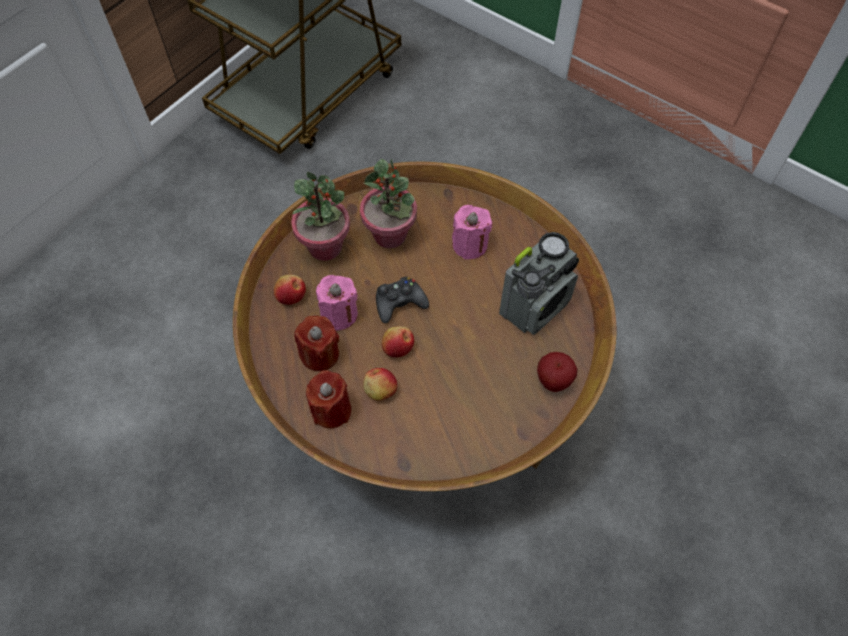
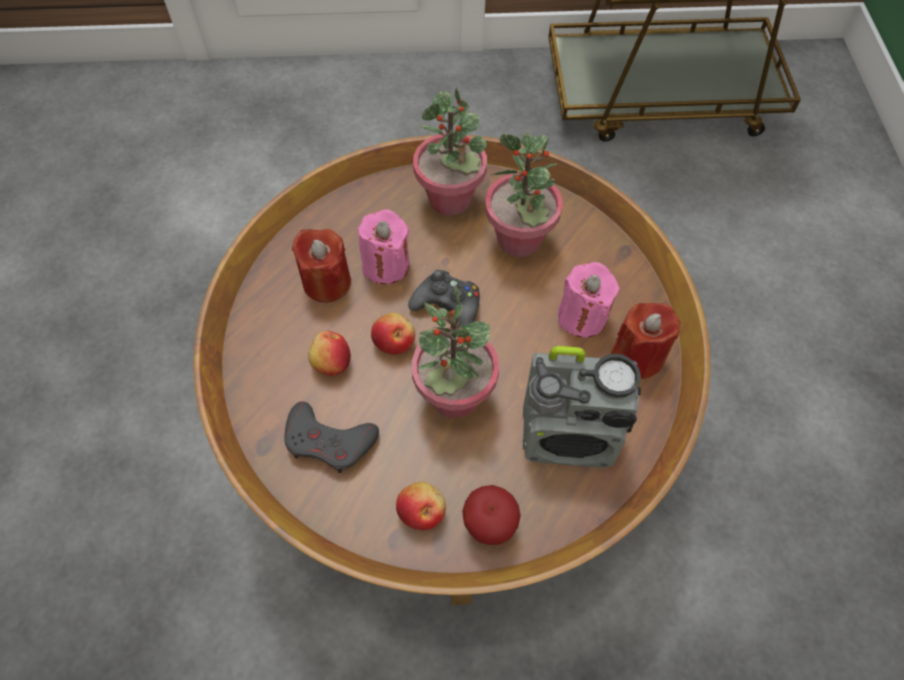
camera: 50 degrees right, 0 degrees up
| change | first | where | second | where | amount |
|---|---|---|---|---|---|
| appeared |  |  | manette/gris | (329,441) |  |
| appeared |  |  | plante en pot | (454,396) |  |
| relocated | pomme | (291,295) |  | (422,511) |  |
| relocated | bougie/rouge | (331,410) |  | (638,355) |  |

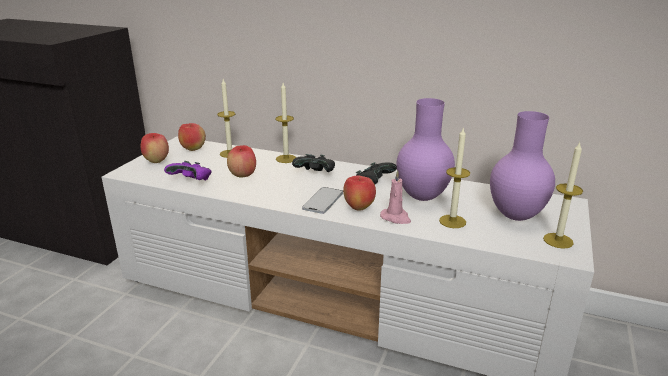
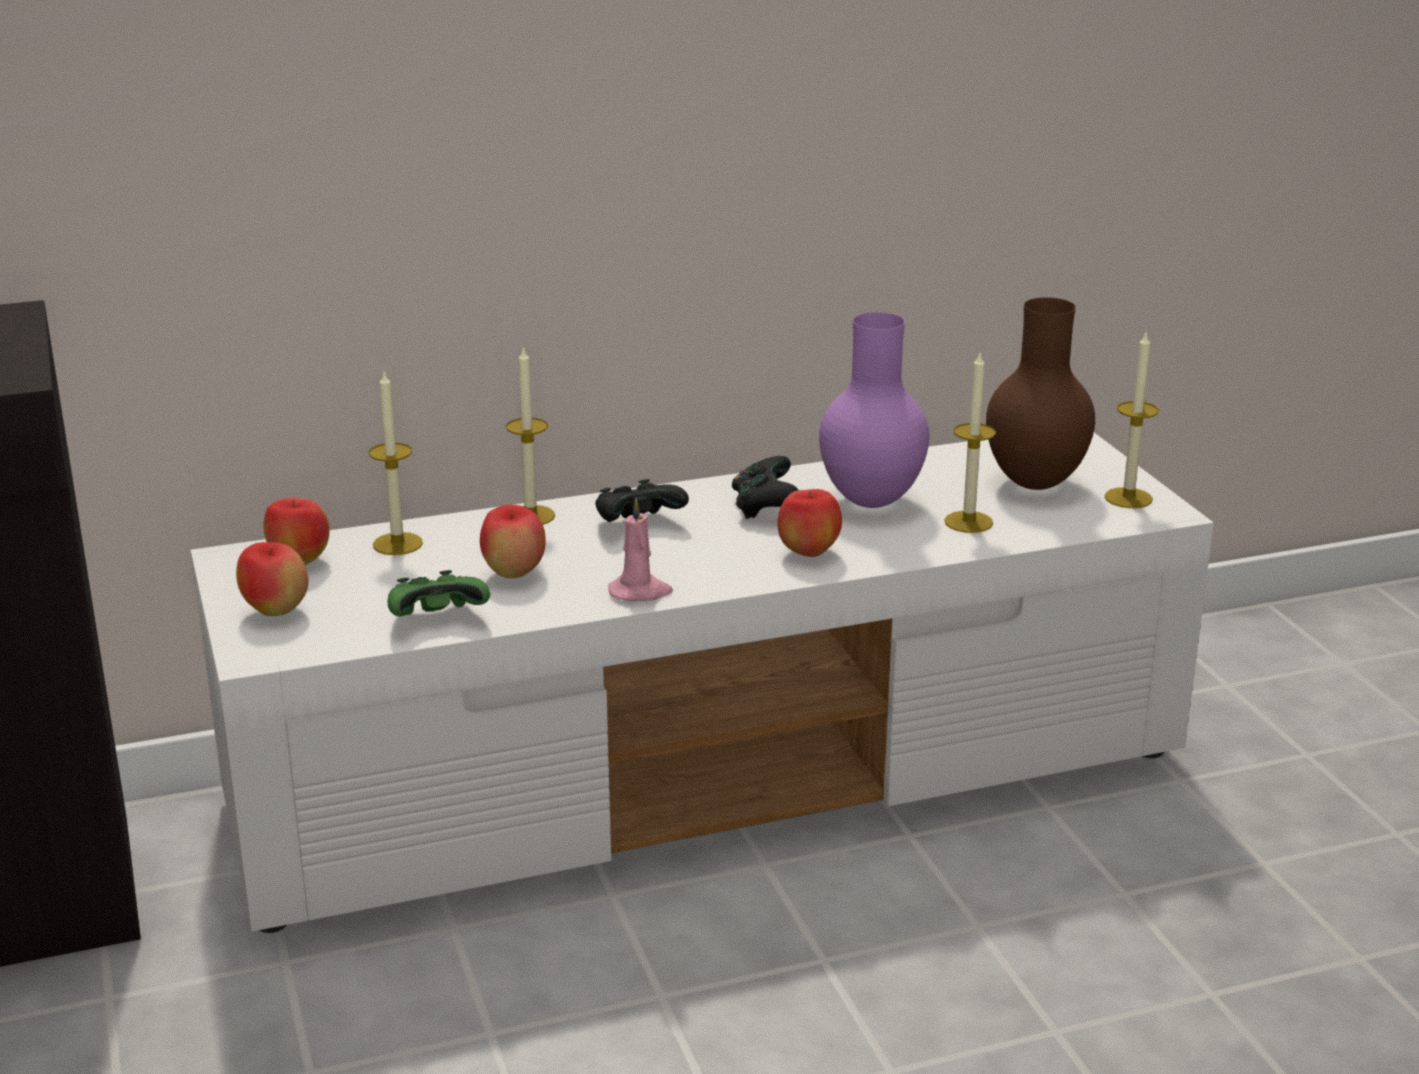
camera: 40 degrees left, 0 degrees up
| change | first | where | second | where | amount |
|---|---|---|---|---|---|
| missing | téléphone | (323,201) |  |  |  |
| relocated | bougie/rose | (396,218) |  | (640,592) |  |
| colour | manette/violet | (192,181) | manette/vert | (437,618) |  |
| colour | vase/violet | (514,215) | vase/marron | (1032,483) |  |

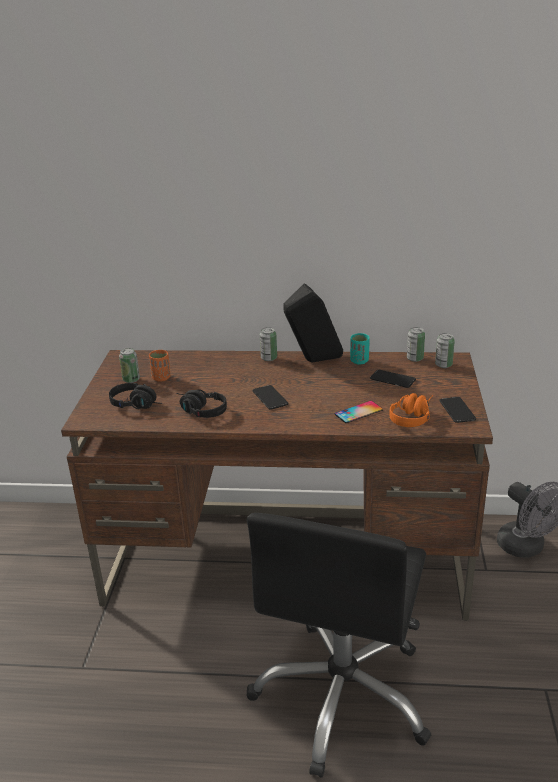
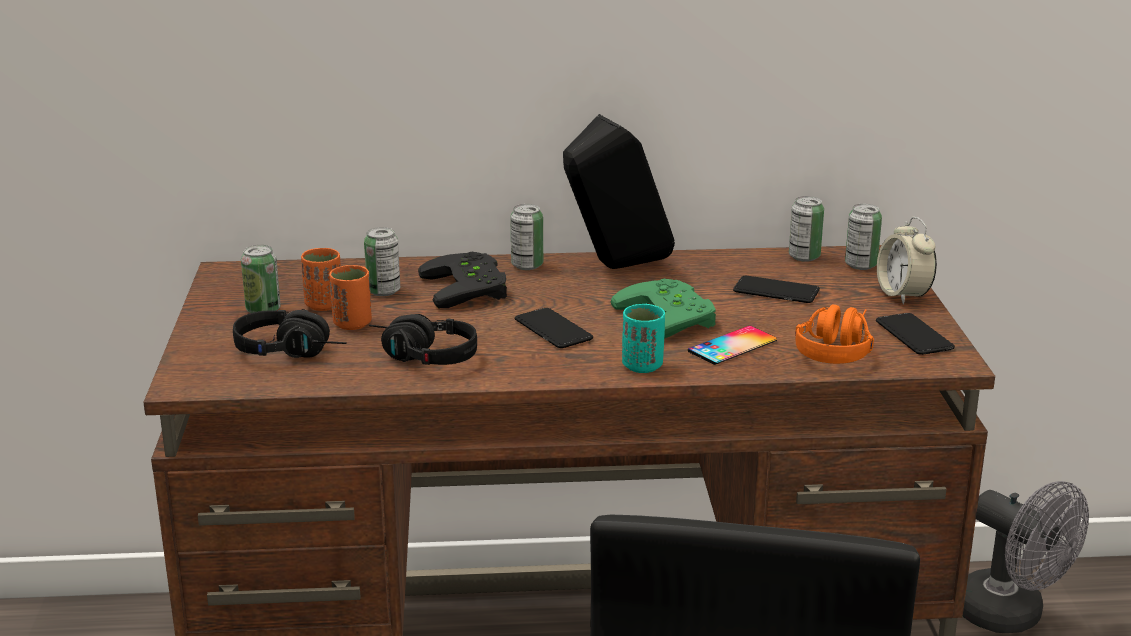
camera: 10 degrees left, 5 degrees down
| change | first | where | second | where | amount |
|---|---|---|---|---|---|
| appeared |  |  | tasse/orange | (352,324) |  |
| appeared |  |  | boîte métallique | (383,291) |  |
| appeared |  |  | manette/noir | (471,288) |  |
| appeared |  |  | manette/vert | (672,317) |  |
| appeared |  |  | réveil | (903,295) |  |
| relocated | tasse/turquoise | (359,361) |  | (642,366) |  |

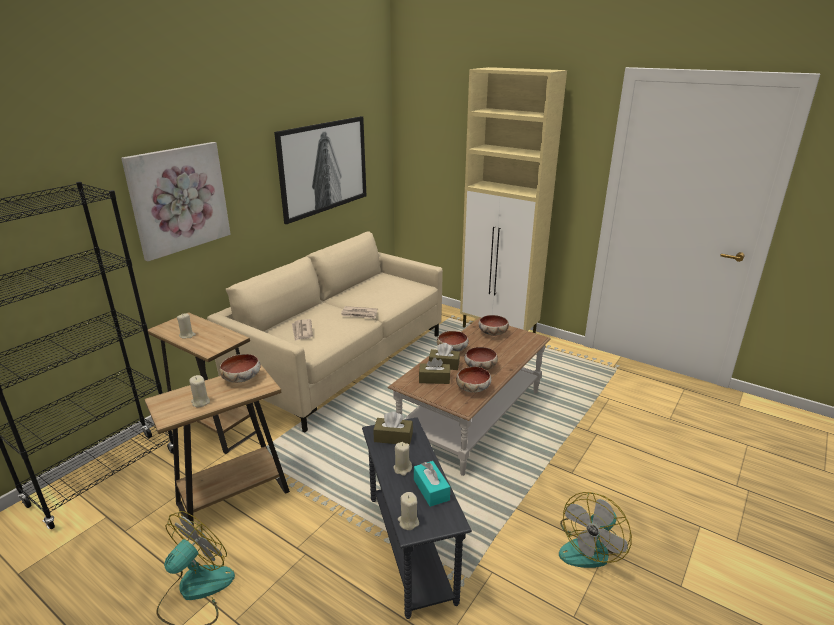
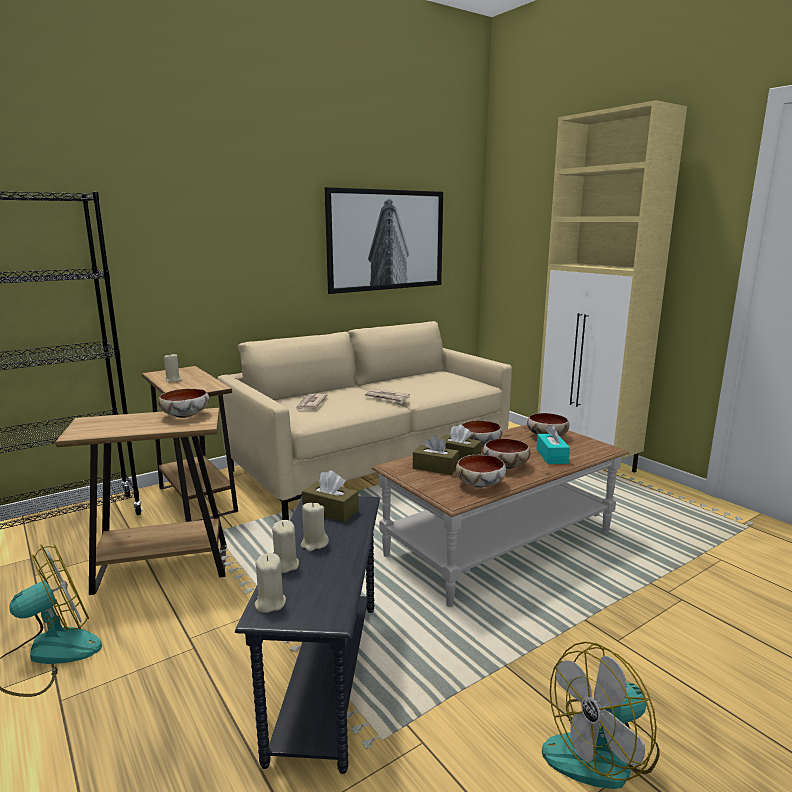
camera: 20 degrees right, 10 degrees down
| change | first | where | second | where | amount |
|---|---|---|---|---|---|
| missing | tableau | (178,199) |  |  |  |
| relocated | bougie/beige | (200,402) |  | (285,565) |  |
| relocated | boîte à mouchoirs/turquoise | (431,489) |  | (551,456) |  |

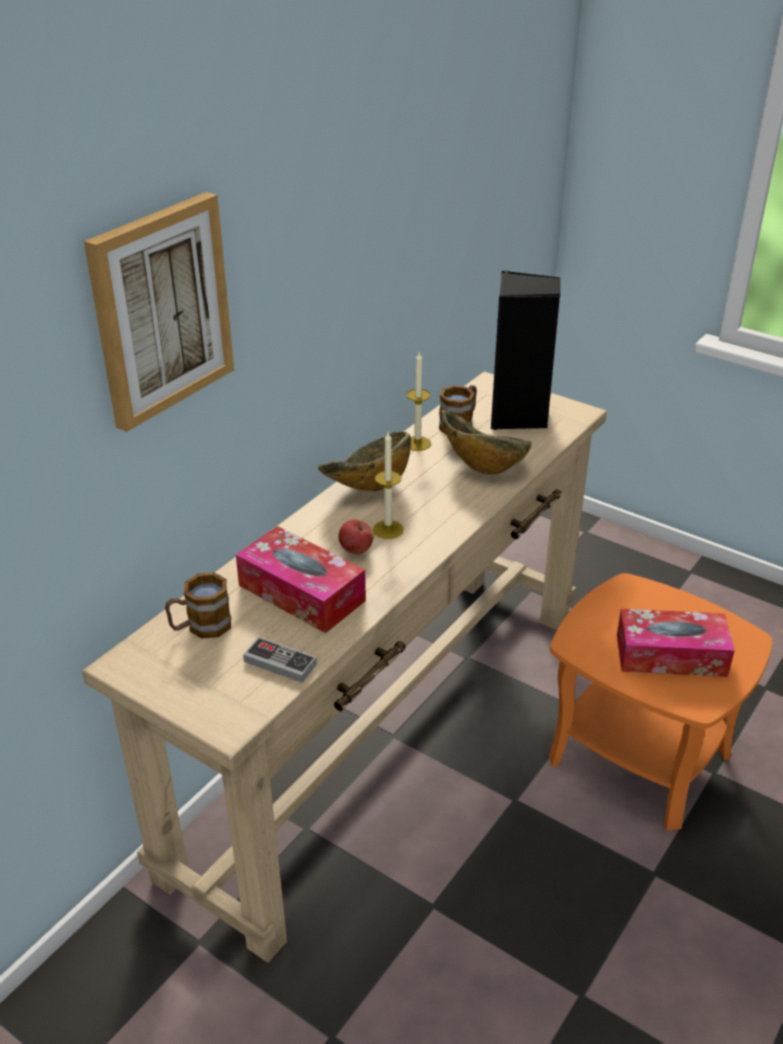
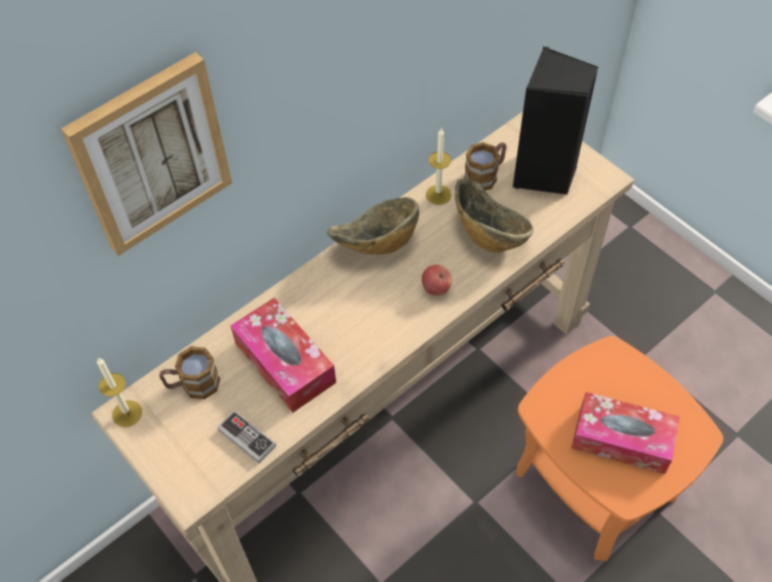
camera: 15 degrees right, 20 degrees up
| change | first | where | second | where | amount |
|---|---|---|---|---|---|
| relocated | pomme | (356,550) |  | (436,288) |  |
| relocated | bougie | (388,529) |  | (127,413) |  |

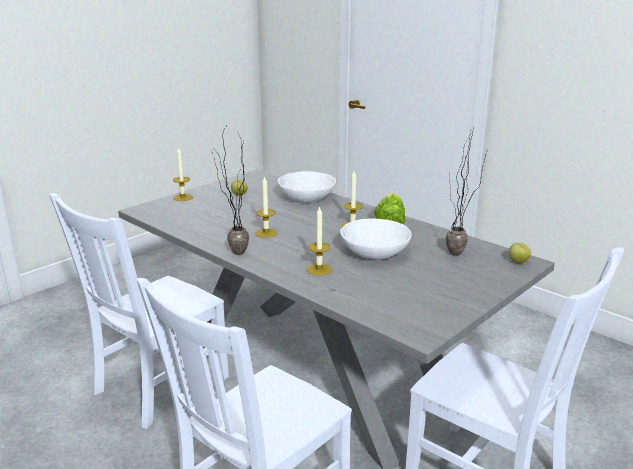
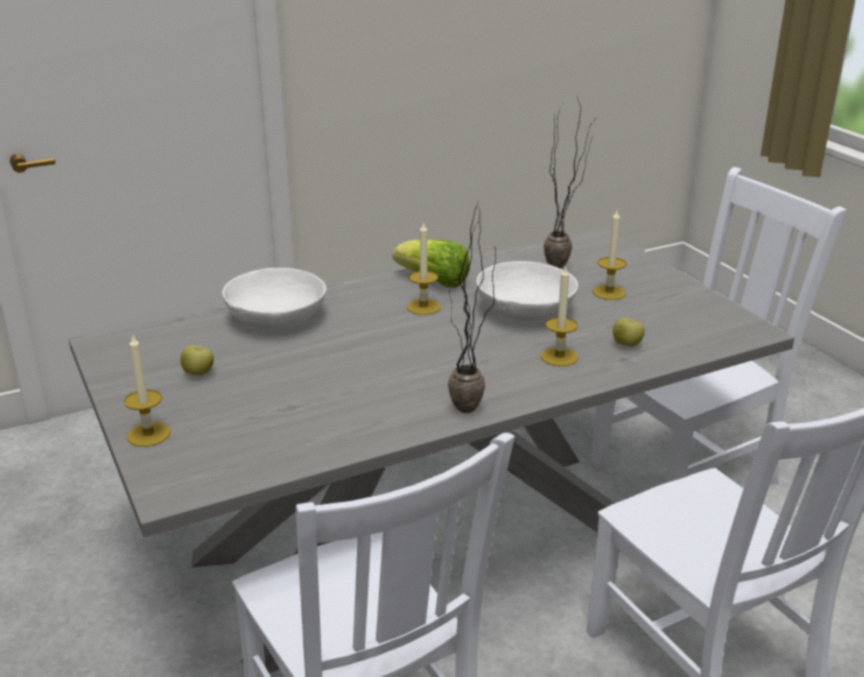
camera: 70 degrees left, 5 degrees up
| change | first | where | second | where | amount |
|---|---|---|---|---|---|
| relocated | bougie | (266,233) |  | (609,292) |  |
| relocated | pomme | (518,262) |  | (627,345) |  |

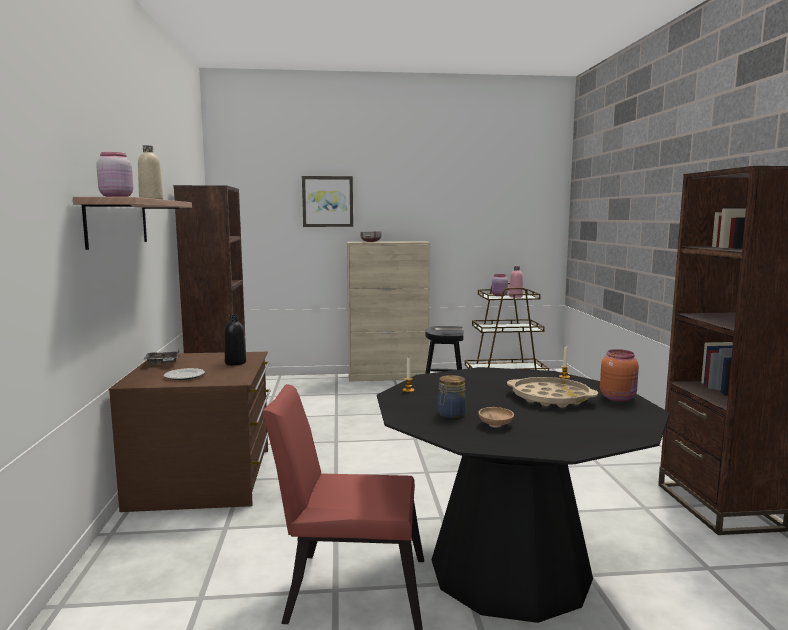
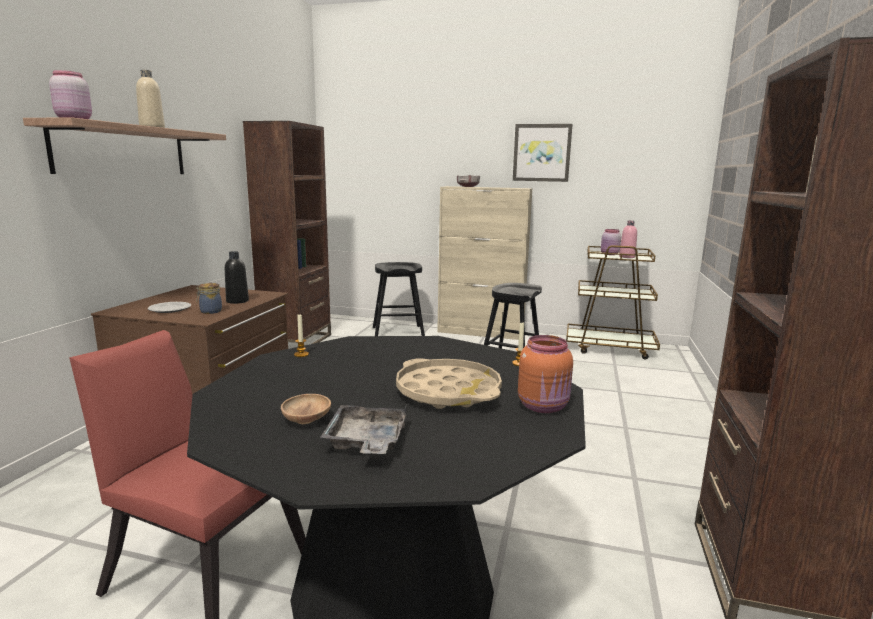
camera: 20 degrees right, 5 degrees up
| change | first | where | second | where | amount |
|---|---|---|---|---|---|
| appeared |  |  | tabouret/noir | (397,332) |  |
| relocated | plateau/gris | (162,363) |  | (366,442) |  |
| relocated | tableau | (327,201) |  | (541,153) |  |
| relocated | bocal | (450,414) |  | (210,311) |  |

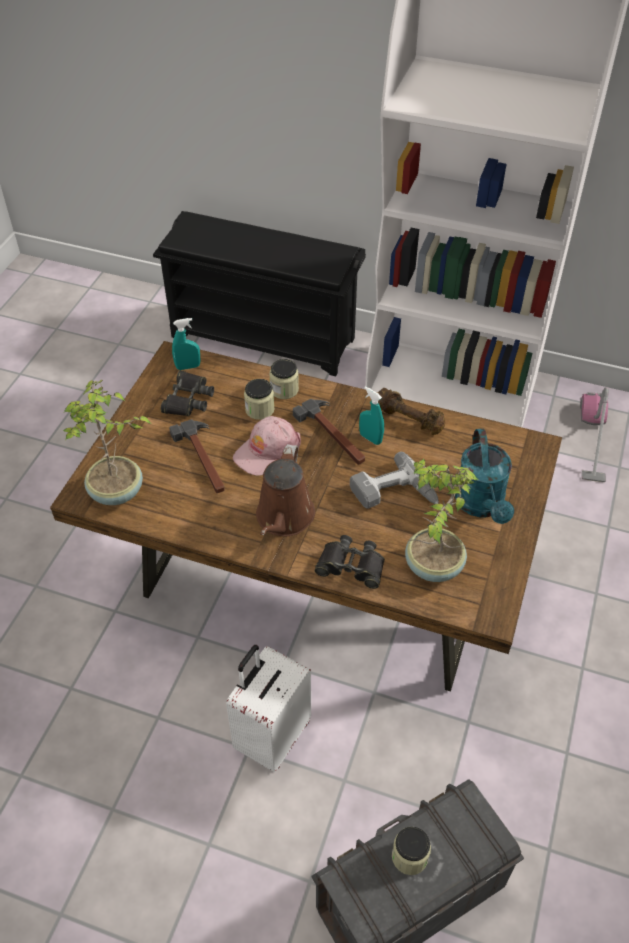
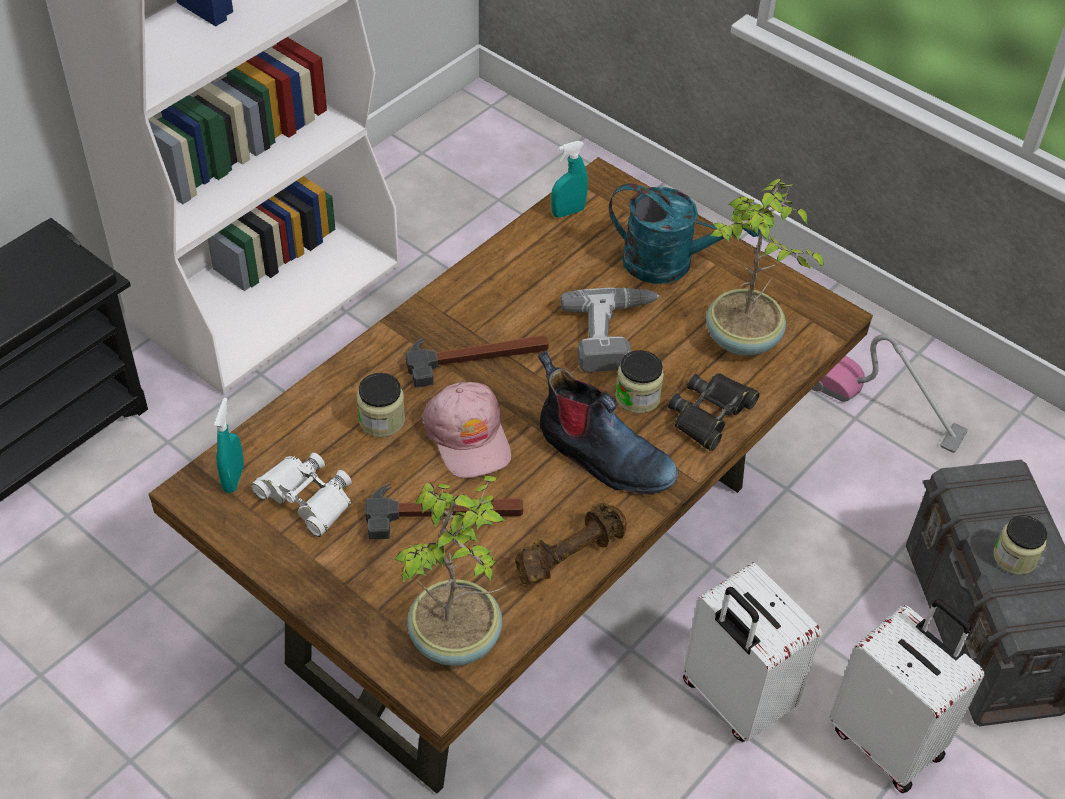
camera: 70 degrees left, 0 degrees up
| change | first | where | second | where | amount |
|---|---|---|---|---|---|
| appeared |  |  | valise/blanc | (888,741) |  |
| relocated | bocal | (284,390) |  | (637,397) |  |
| relocated | vaporisateur/turquoise | (370,438) |  | (568,212) |  |
| relocated | haltère/marron | (409,419) |  | (569,555) |  |
| relocated | aspirateur | (592,440) |  | (883,407) |  |
| exchanged | arrosoir/marron | (284,519) | botte | (602,456) |  |
| colour | jumelles/noir | (188,399) | jumelles/blanc | (306,498) |  |

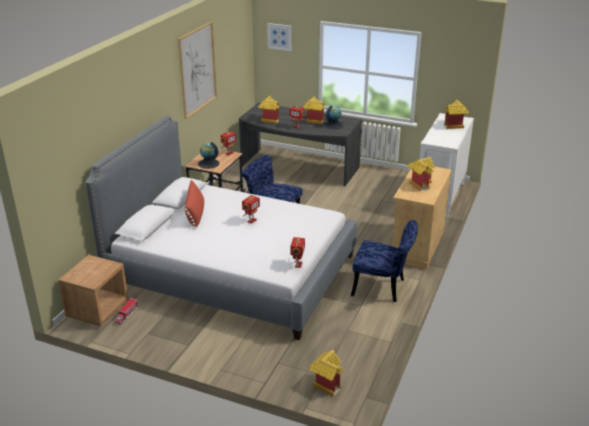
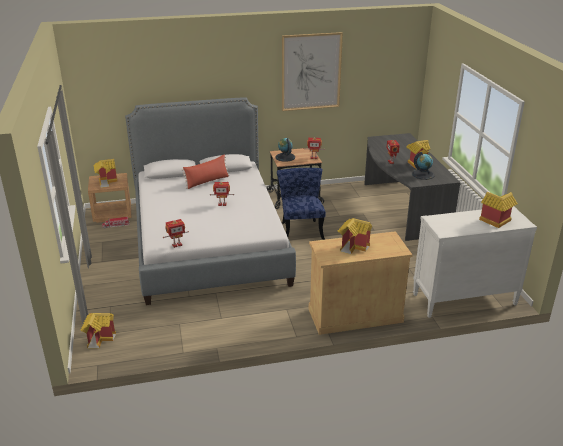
camera: 55 degrees right, 0 degrees up
| change | first | where | second | where | amount |
|---|---|---|---|---|---|
| missing | tableau | (279,36) |  |  |  |
| missing | chaise/bleu | (383,288) |  |  |  |
| relocated | maison miniature | (268,119) |  | (106,181) |  |

